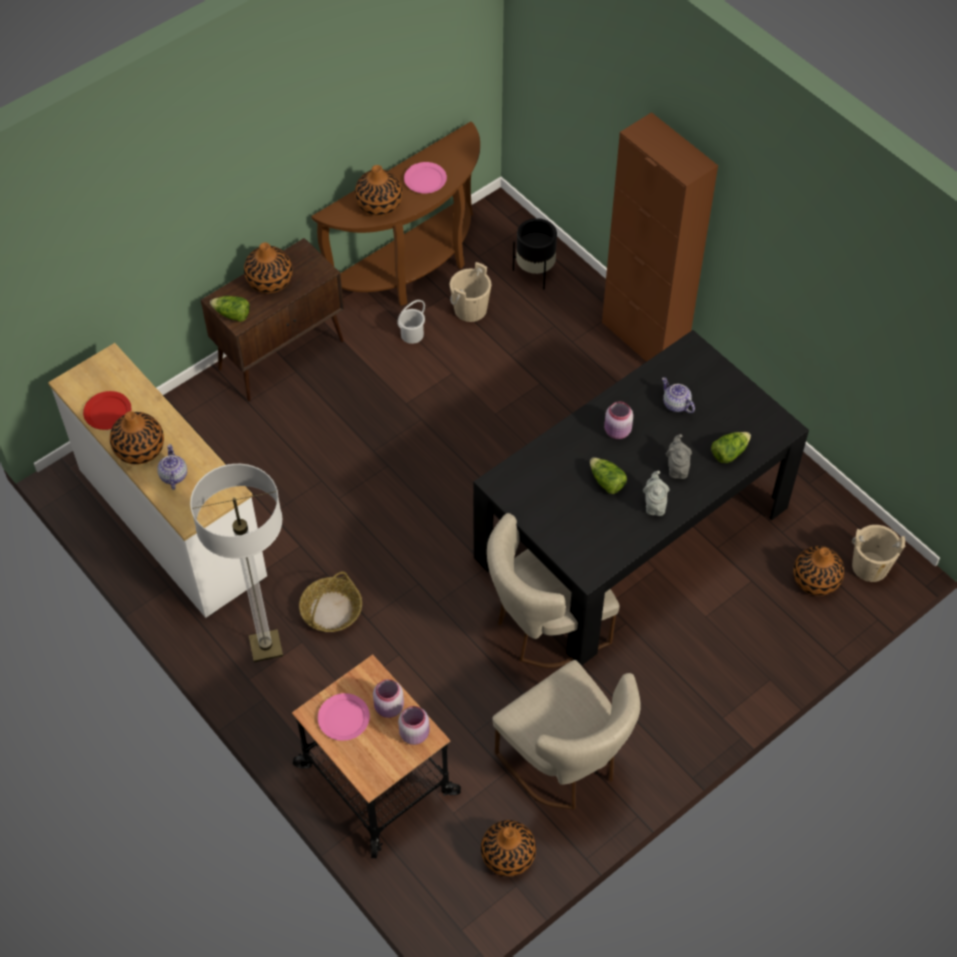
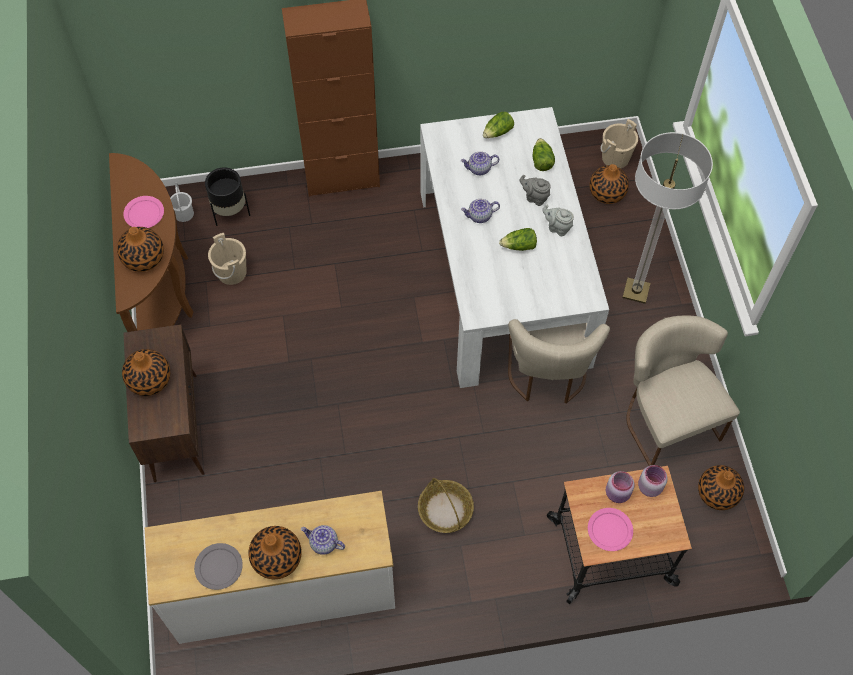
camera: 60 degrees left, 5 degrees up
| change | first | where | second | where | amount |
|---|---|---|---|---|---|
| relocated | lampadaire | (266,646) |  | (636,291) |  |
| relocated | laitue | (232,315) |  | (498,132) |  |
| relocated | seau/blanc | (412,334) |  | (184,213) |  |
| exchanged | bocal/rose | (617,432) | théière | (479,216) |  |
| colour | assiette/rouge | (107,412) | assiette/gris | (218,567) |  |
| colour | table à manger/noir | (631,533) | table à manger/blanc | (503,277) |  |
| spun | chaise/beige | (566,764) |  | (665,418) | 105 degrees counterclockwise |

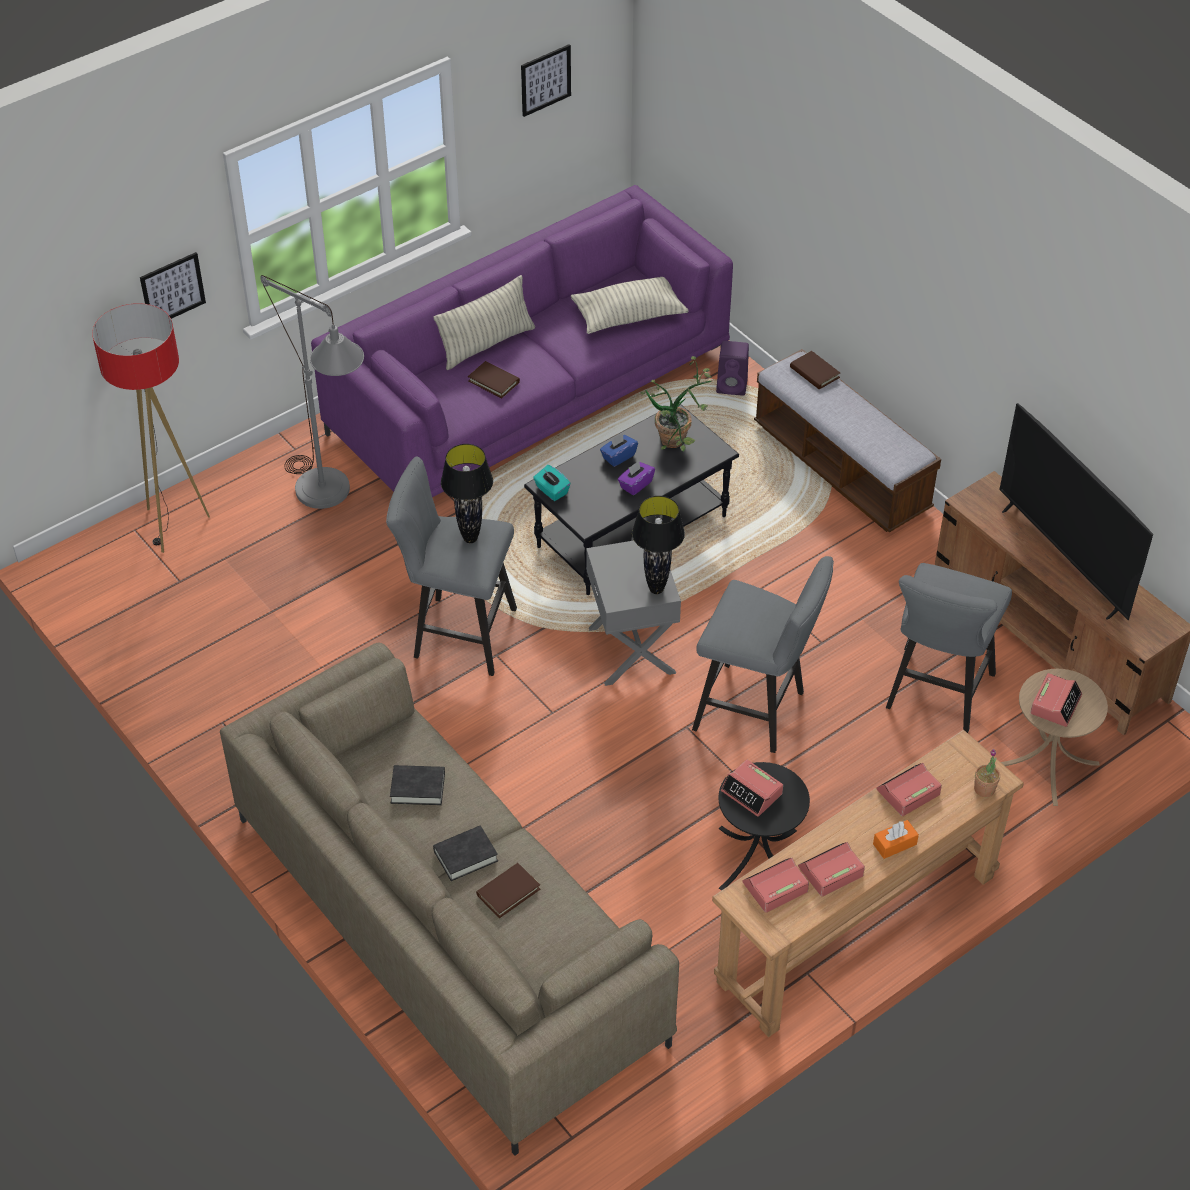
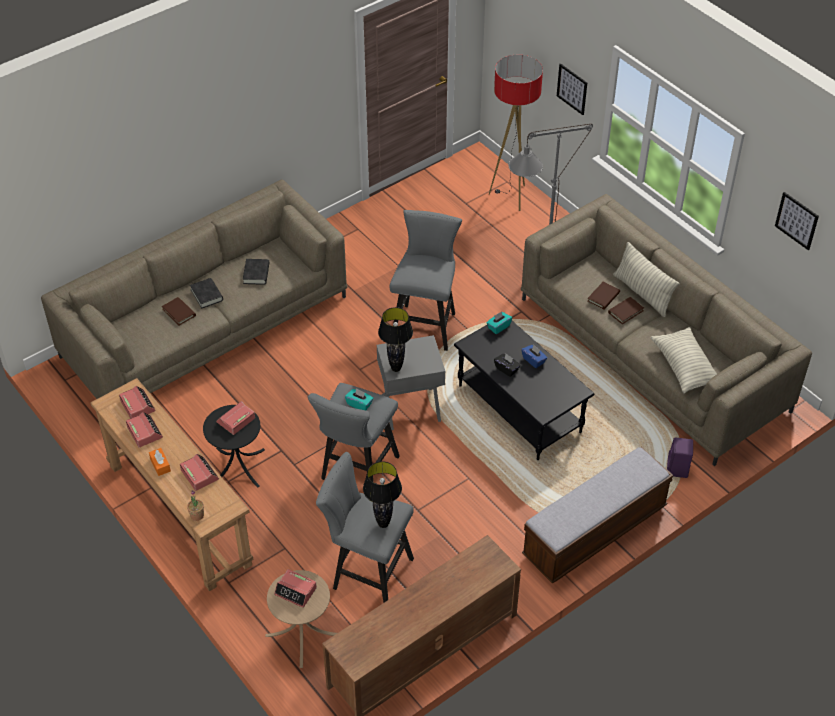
camera: 90 degrees right, 0 degrees up
| change | first | where | second | where | amount |
|---|---|---|---|---|---|
| missing | plante en pot | (678,442) |  |  |  |
| missing | téléviseur | (1062,560) |  |  |  |
| appeared |  |  | boîte à mouchoirs/turquoise | (359,404) |  |
| relocated | lampe de table/noir | (471,539) |  | (383,524) |  |
| relocated | livre/marron | (814,372) |  | (625,311) |  |
| colour | canapé/violet | (529,394) | canapé/beige | (652,354) |  |
| colour | boîte à mouchoirs/violet | (635,485) | boîte à mouchoirs/noir | (506,369) |  |

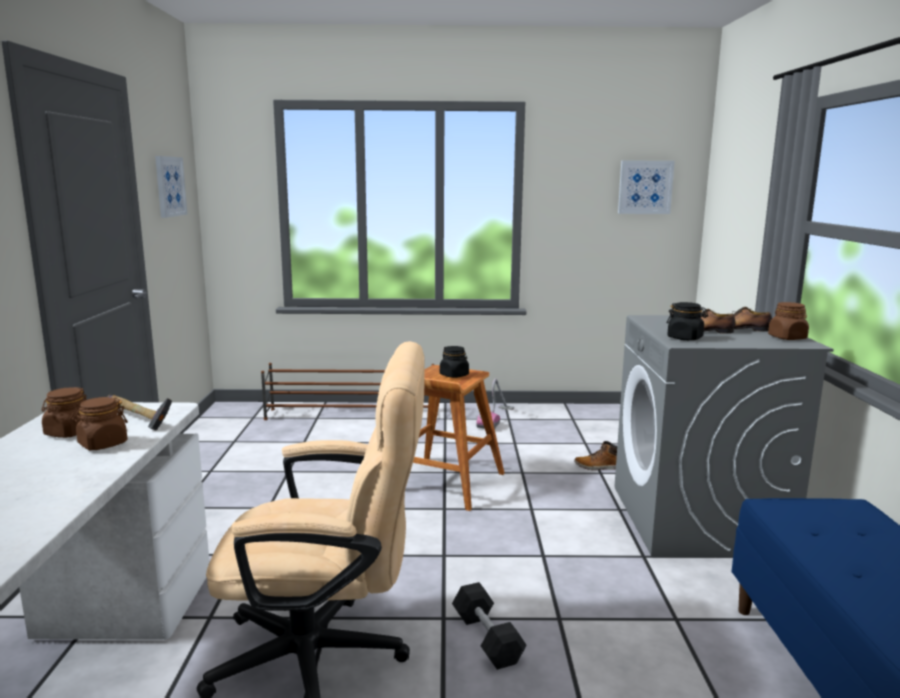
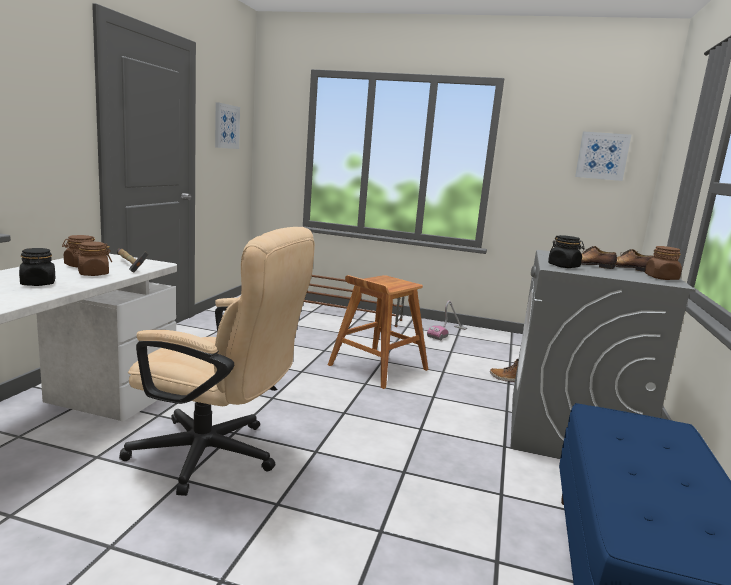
camera: 15 degrees right, 0 degrees up
| change | first | where | second | where | amount |
|---|---|---|---|---|---|
| missing | haltère/noir | (487,639) |  |  |  |
| relocated | bocal/noir | (454,375) |  | (38,283) |  |

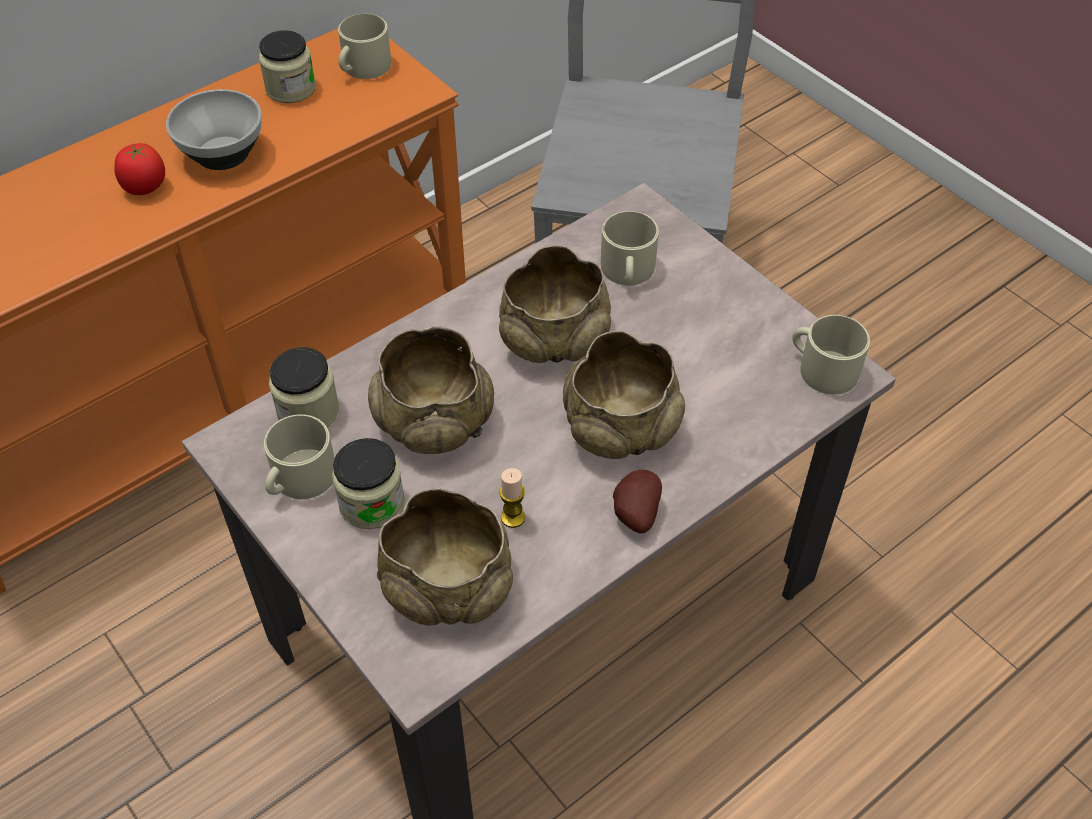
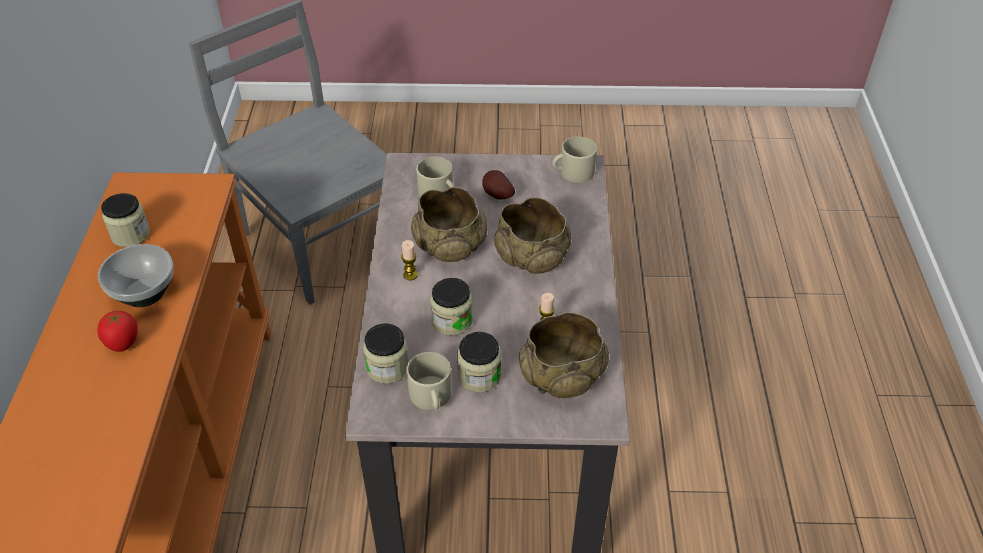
camera: 50 degrees left, 5 degrees down
| change | first | where | second | where | amount |
|---|---|---|---|---|---|
| missing | mug/beige | (363,68) |  |  |  |
| appeared |  |  | bougie | (410,275) |  |
| relocated | pomme de terre | (634,513) |  | (496,195) |  |
| exchanged | bol/beige | (434,420) | bocal | (452,321) |  |

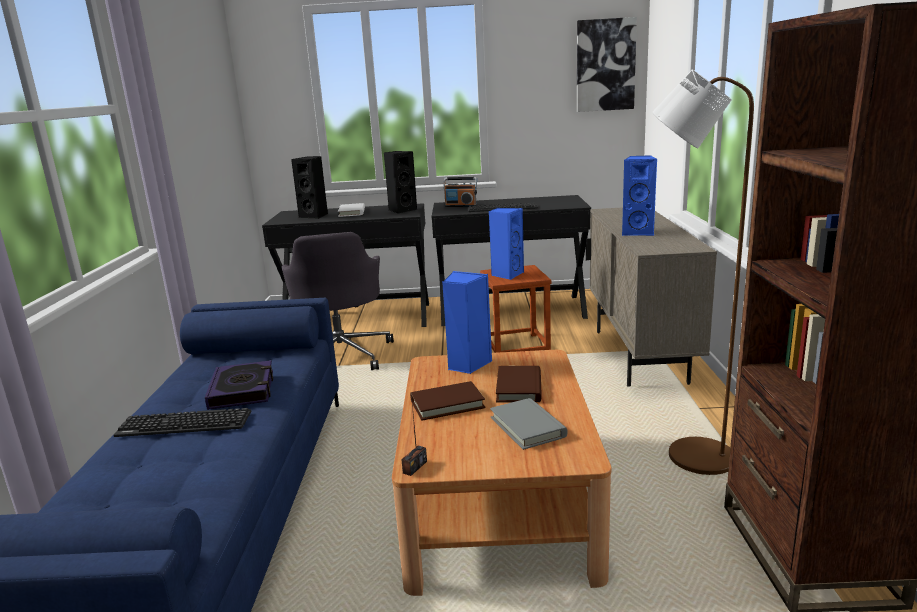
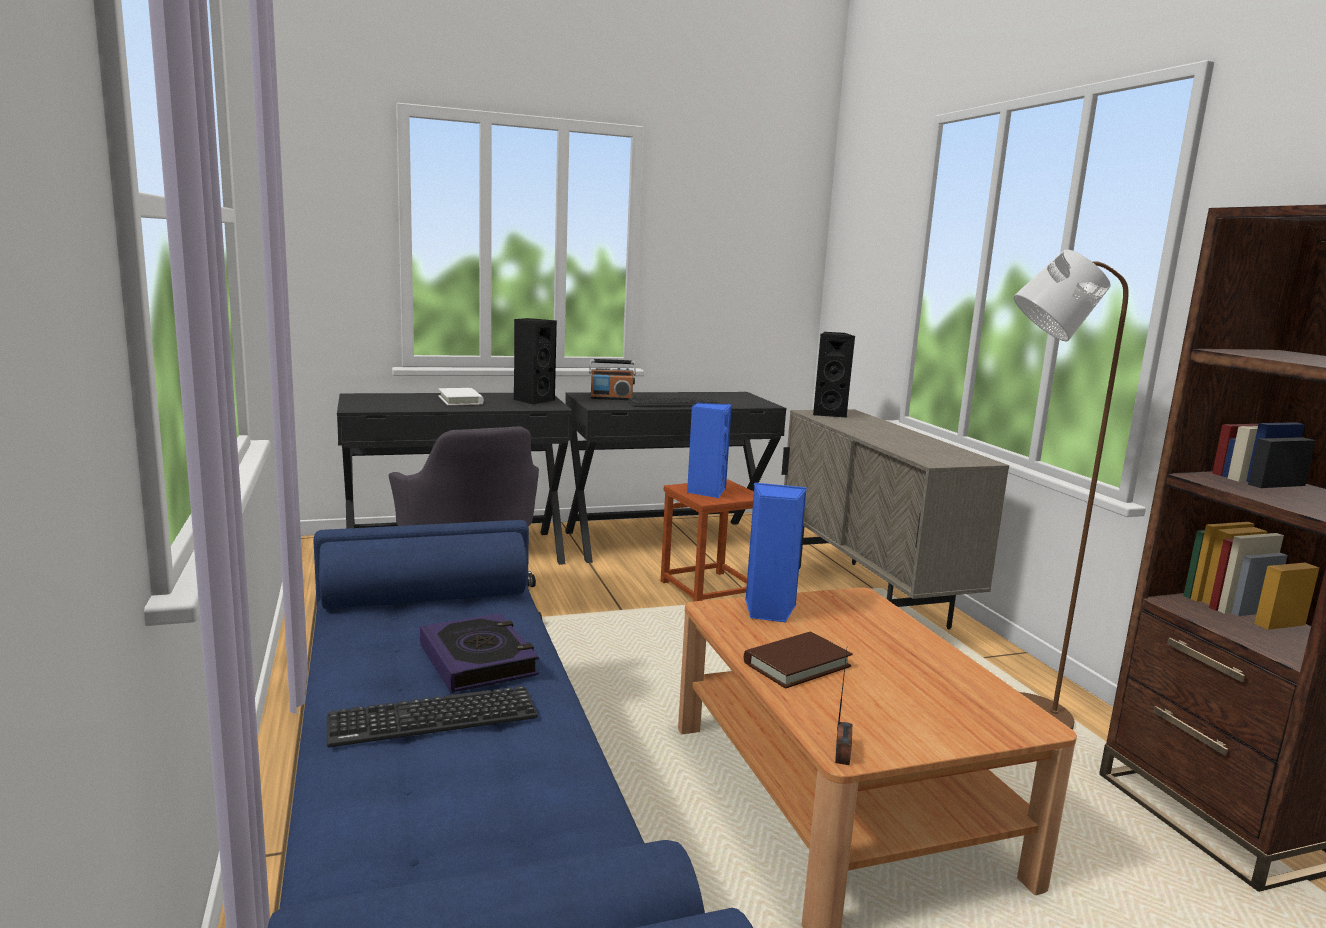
camera: 20 degrees left, 5 degrees down
| change | first | where | second | where | amount |
|---|---|---|---|---|---|
| missing | livre/gris | (527,427) |  |  |  |
| missing | livre/marron | (519,388) |  |  |  |
| missing | tableau | (605,65) |  |  |  |
| missing | enceinte/bleu | (638,232) |  |  |  |
| relocated | enceinte/noir | (315,216) |  | (829,414) |  |

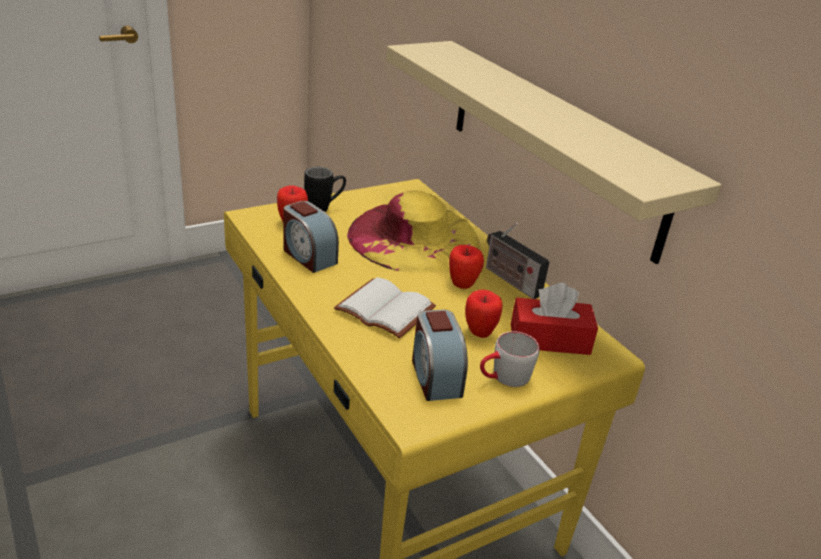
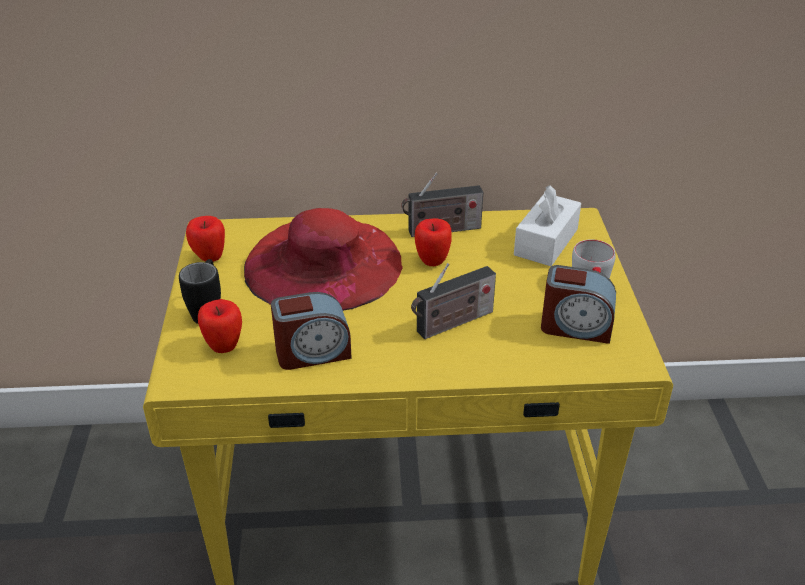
camera: 60 degrees left, 5 degrees up
| change | first | where | second | where | amount |
|---|---|---|---|---|---|
| missing | étagère/beige | (552,144) |  |  |  |
| relocated | pomme | (479,332) |  | (209,258) |  |
| exchanged | livre/blanc | (387,309) | radio | (452,324) |  |
| colour | chapeau/jaune | (414,237) | chapeau/rouge | (323,263) |  |
| colour | boîte à mouchoirs/rouge | (549,339) | boîte à mouchoirs/blanc | (546,242) |  |

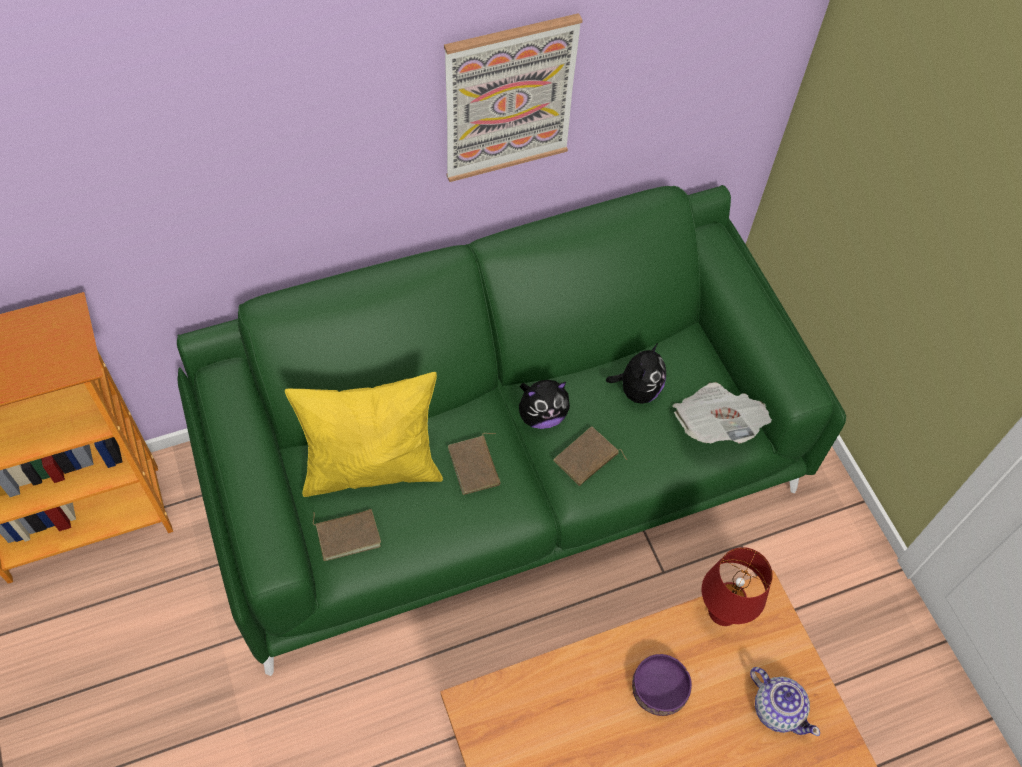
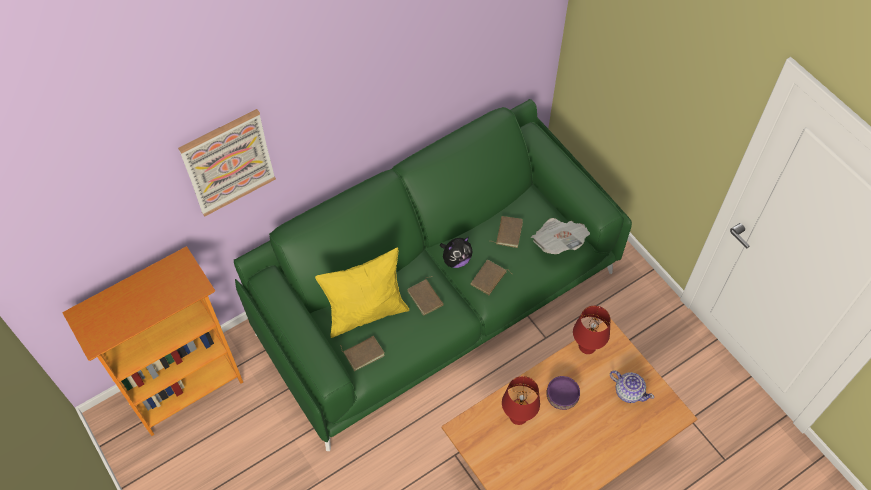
camera: 10 degrees left, 0 degrees up
| change | first | where | second | where | amount |
|---|---|---|---|---|---|
| appeared |  |  | lampe de table/rouge | (517,417) |  |
| relocated | tableau | (509,99) |  | (228,162) |  |
| exchanged | peluche | (637,390) | livre/marron | (508,232) |  |

